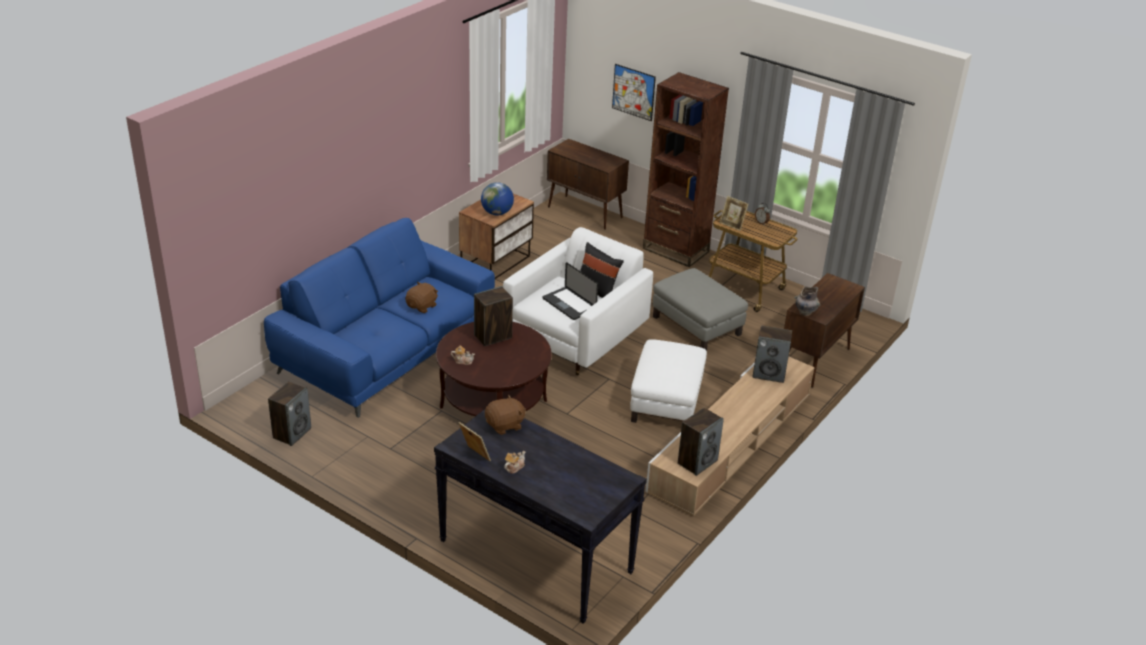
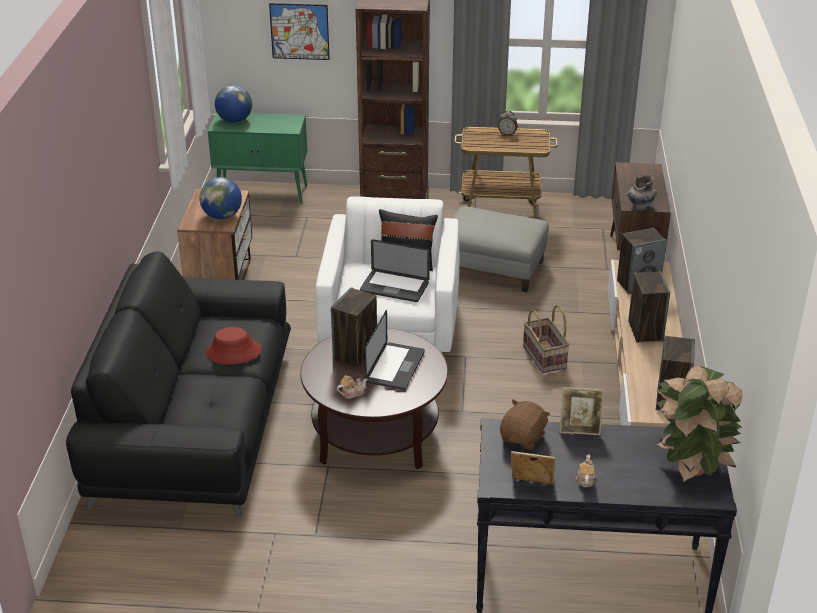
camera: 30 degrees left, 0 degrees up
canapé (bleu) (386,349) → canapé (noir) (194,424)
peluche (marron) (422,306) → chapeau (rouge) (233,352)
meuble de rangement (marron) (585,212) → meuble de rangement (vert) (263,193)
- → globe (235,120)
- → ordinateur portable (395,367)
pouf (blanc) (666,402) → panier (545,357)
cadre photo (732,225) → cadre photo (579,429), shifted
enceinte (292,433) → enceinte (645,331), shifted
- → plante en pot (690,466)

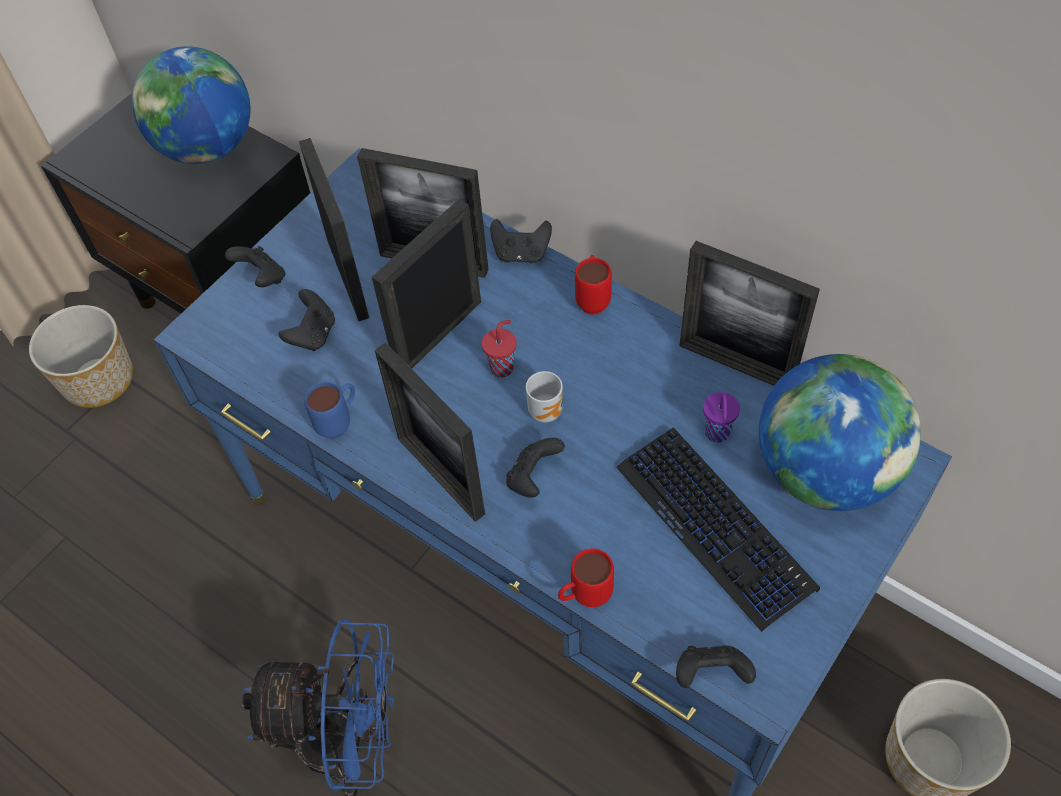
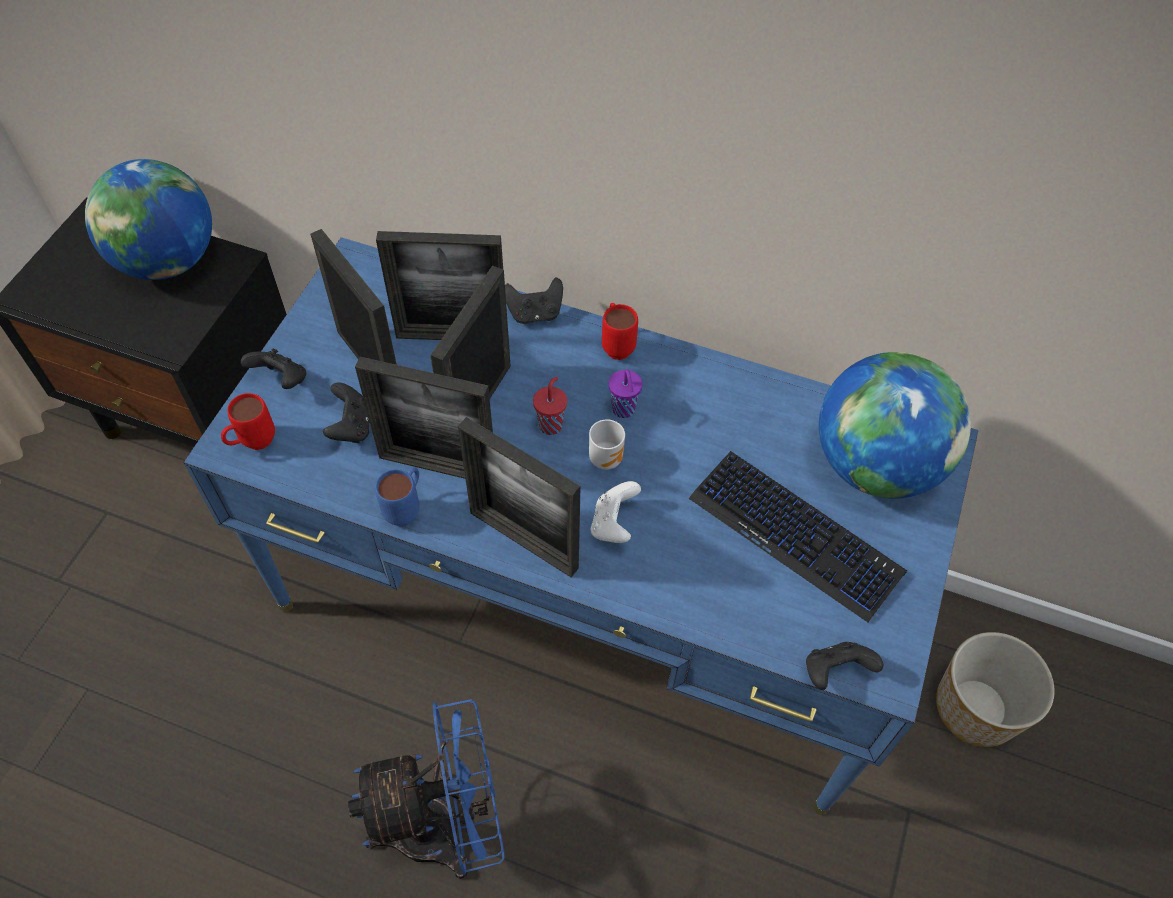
camera: 20 degrees left, 0 degrees up
mug (rouge) (584,597) → mug (rouge) (252,443), shifted
cadre photo (736,364) → cadre photo (438,466), shifted
manette (noir) (533,478) → manette (blanc) (613,524)
tasse (violet) (717,434) → tasse (violet) (624,410), shifted
cache-pot (97,379) → -

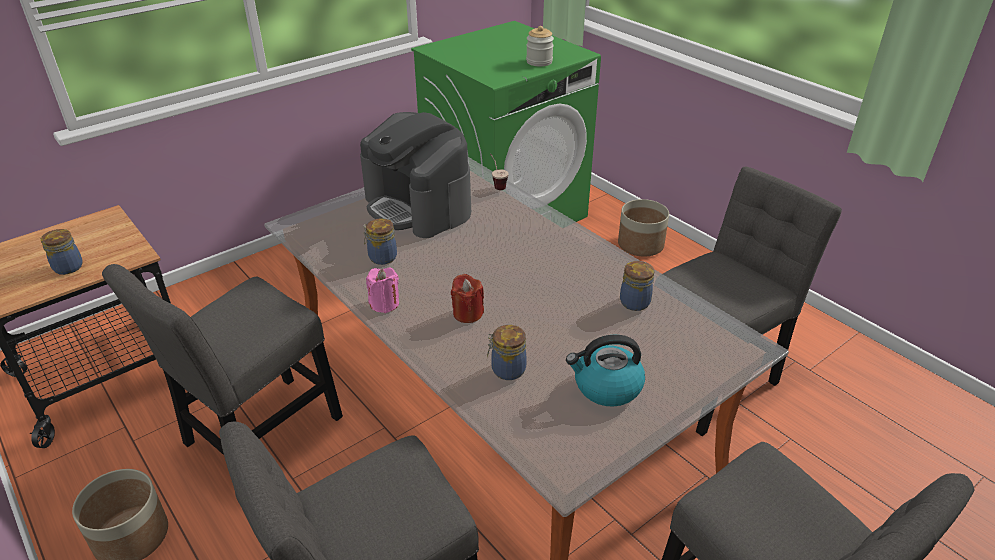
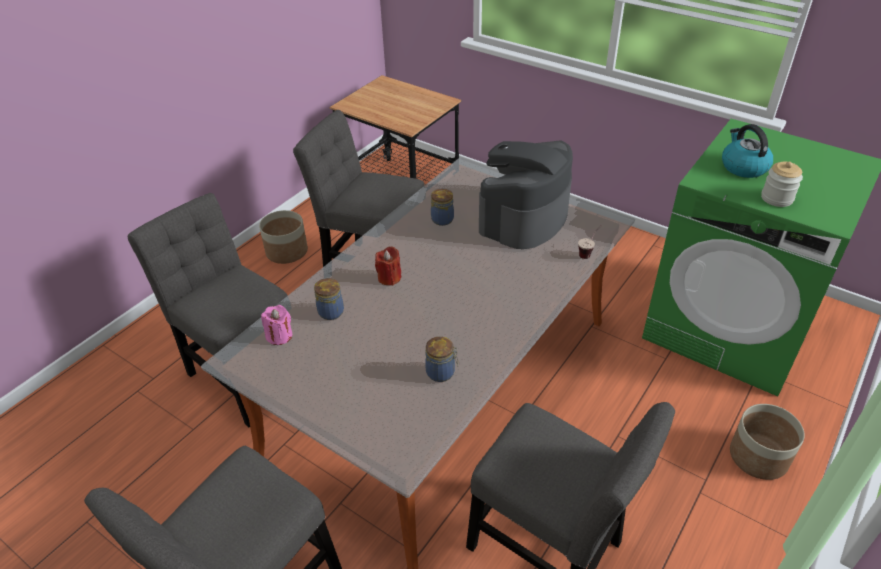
camera: 75 degrees right, 5 degrees up
bougie (rose) (384,304) → bougie (rose) (279,336), shifted
bouilloire (606,387) → bouilloire (743,167), shifted
bocal (67,267) → -

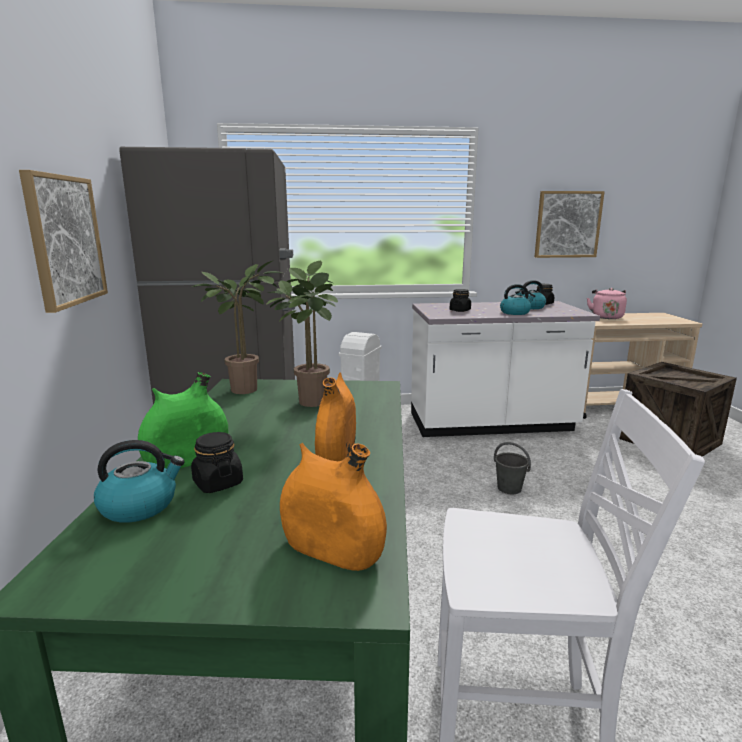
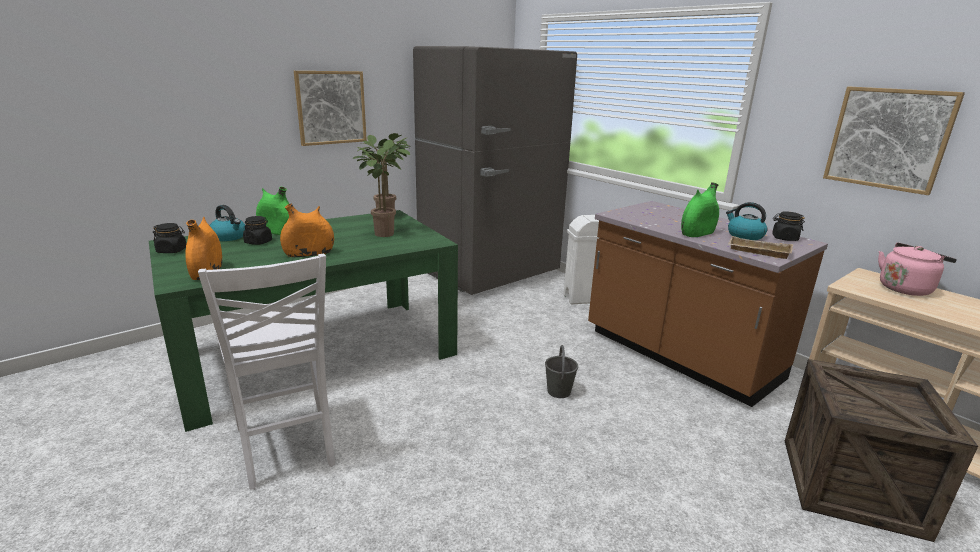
camera: 55 degrees right, 5 degrees up
bocal (noir) (460,310) → bocal (noir) (172,250), shifted
comptoir de cuisine (blanc) (491,424) → comptoir de cuisine (marron) (679,356)
bouilloire (515,312) → vase (vert) (697,233)
- → plateau (beige) (757,251)

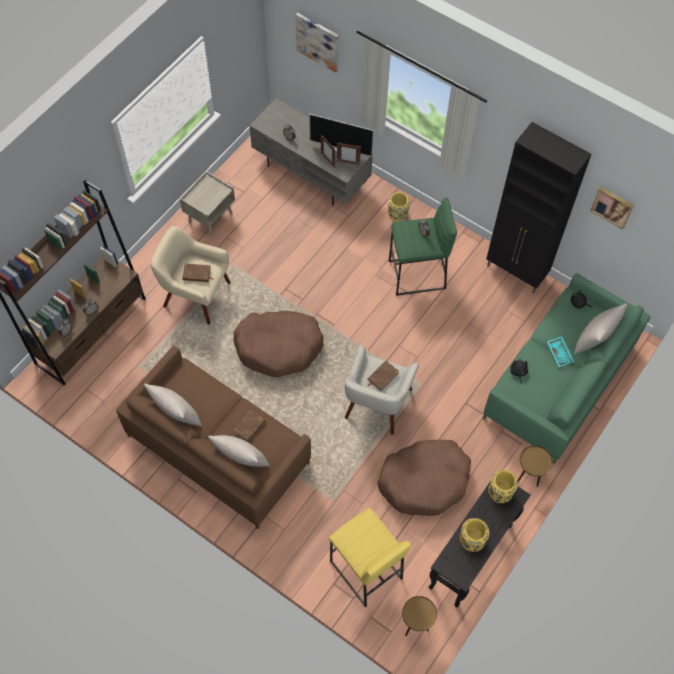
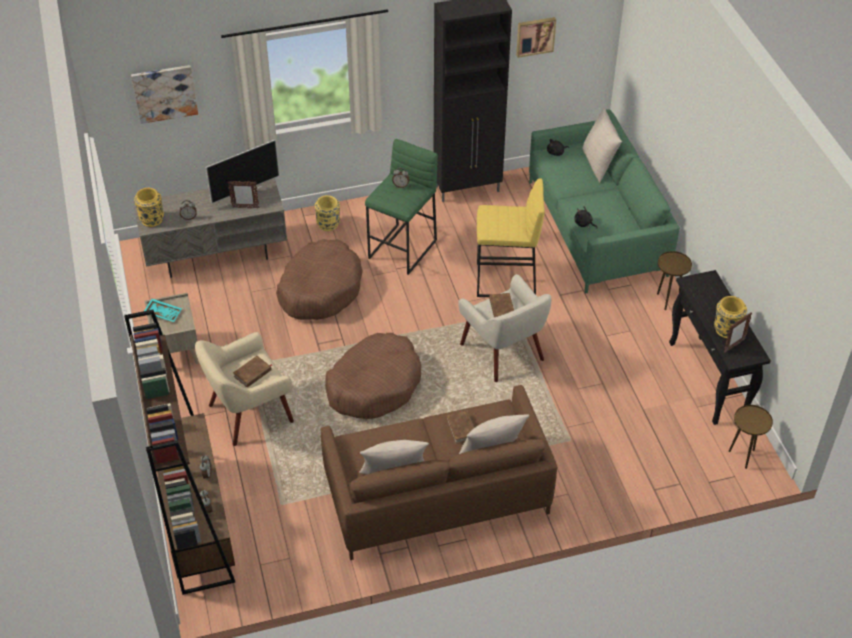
camera: 50 degrees left, 15 degrees down
vase (jaune) (500,492) → vase (jaune) (152,219), shifted
plateau (turquoise) (560,353) → plateau (turquoise) (163,313), shifted
panier pour chien (marron) (424,481) → panier pour chien (marron) (320,289), shifted
tabouret (jaune) (365,570) → tabouret (jaune) (505,281), shifted
cadre photo (348,163) → cadre photo (734,346), shifted

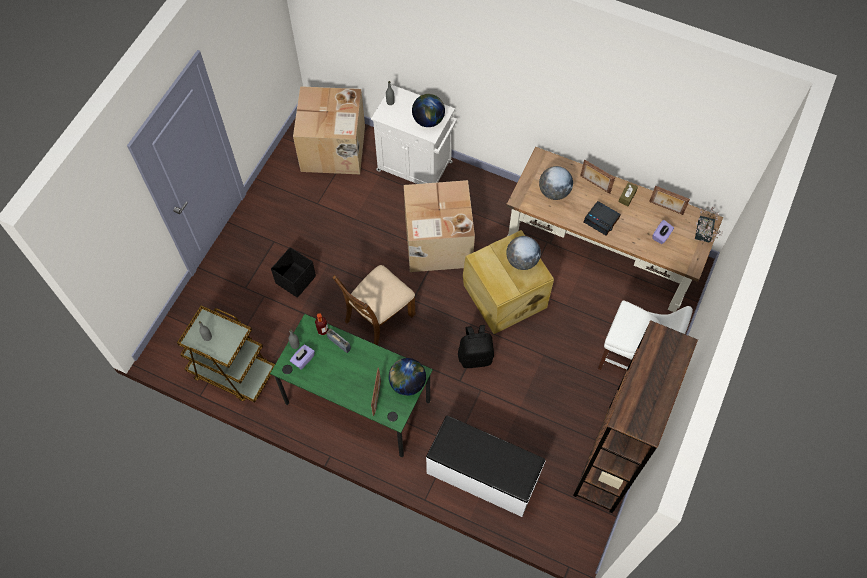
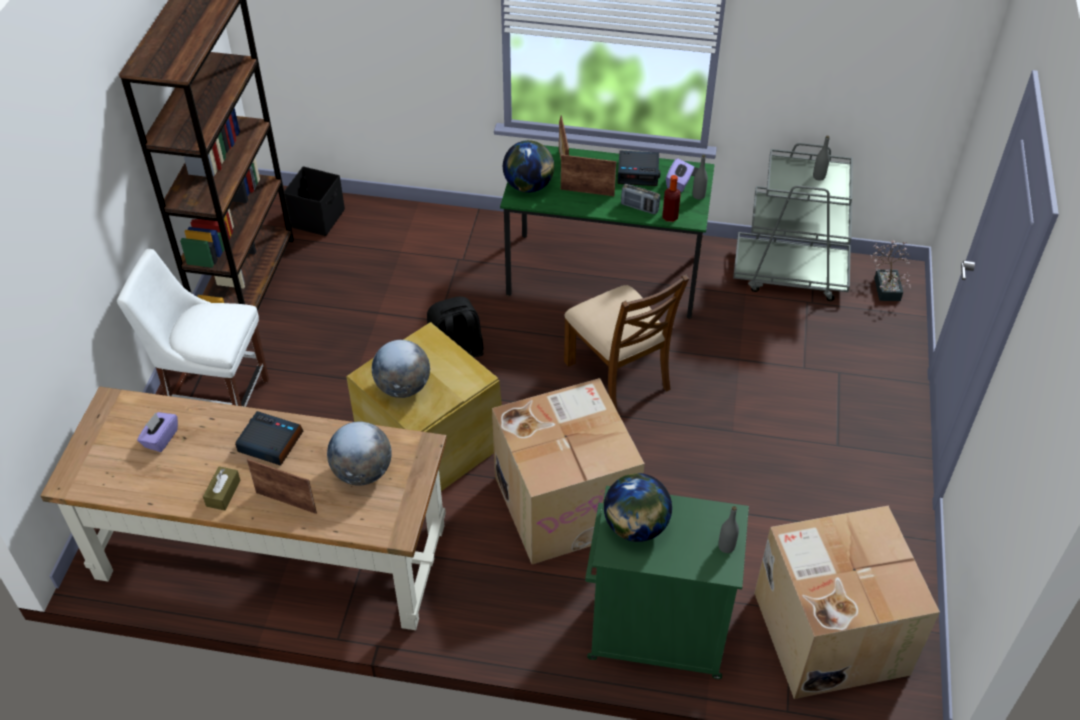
camera: 165 degrees right, 15 degrees down
boîte de rangement (noir) (295,280) → boîte de rangement (noir) (318,218), shifted
cadre photo (665,208) → cadre photo (587,191), shifted
chaise (marron) (378,318) → chaise (marron) (618,375), 120 degrees clockwise
meuble de rangement (blanc) (416,167) → meuble de rangement (vert) (654,632)
- → réveil (638,172)
chariot (marron) (232,371) → chariot (gris) (790,273)
plante en pot (703,233) → plante en pot (887,286), shifted
banc (blanc) (482,475) → -

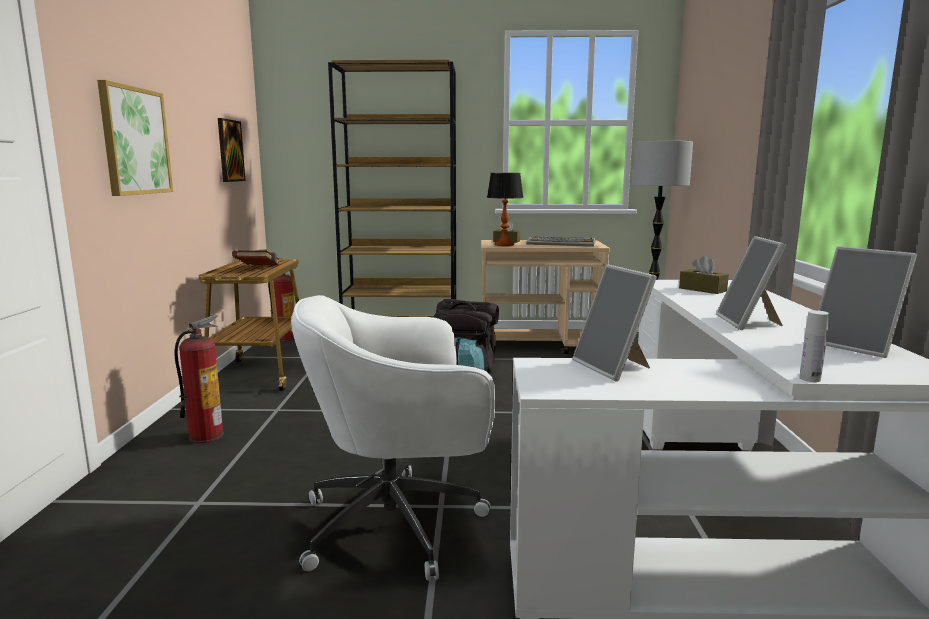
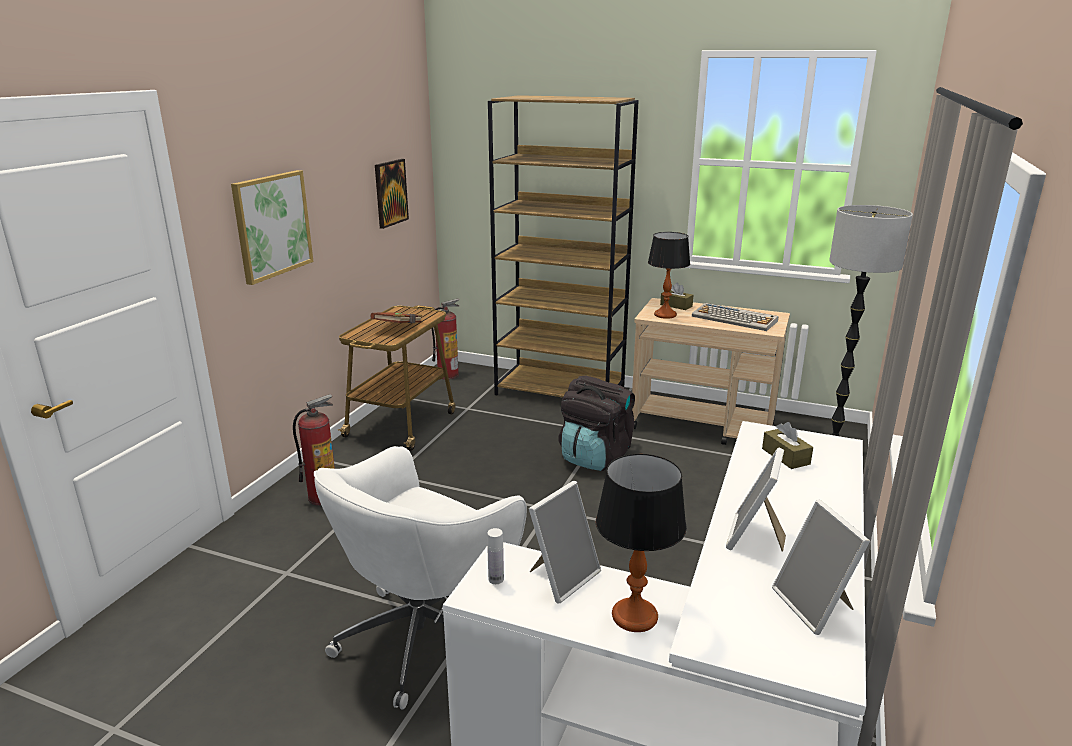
camera: 20 degrees right, 10 degrees up
chaise de bureau (blanc) (398,524) → chaise de bureau (blanc) (424,635), 60 degrees counterclockwise
bouteille (blanc) (810,379) → bouteille (blanc) (496,579), shifted
cadre photo (614,368) → cadre photo (562,577), 135 degrees counterclockwise
- → lampe de table (634,616)

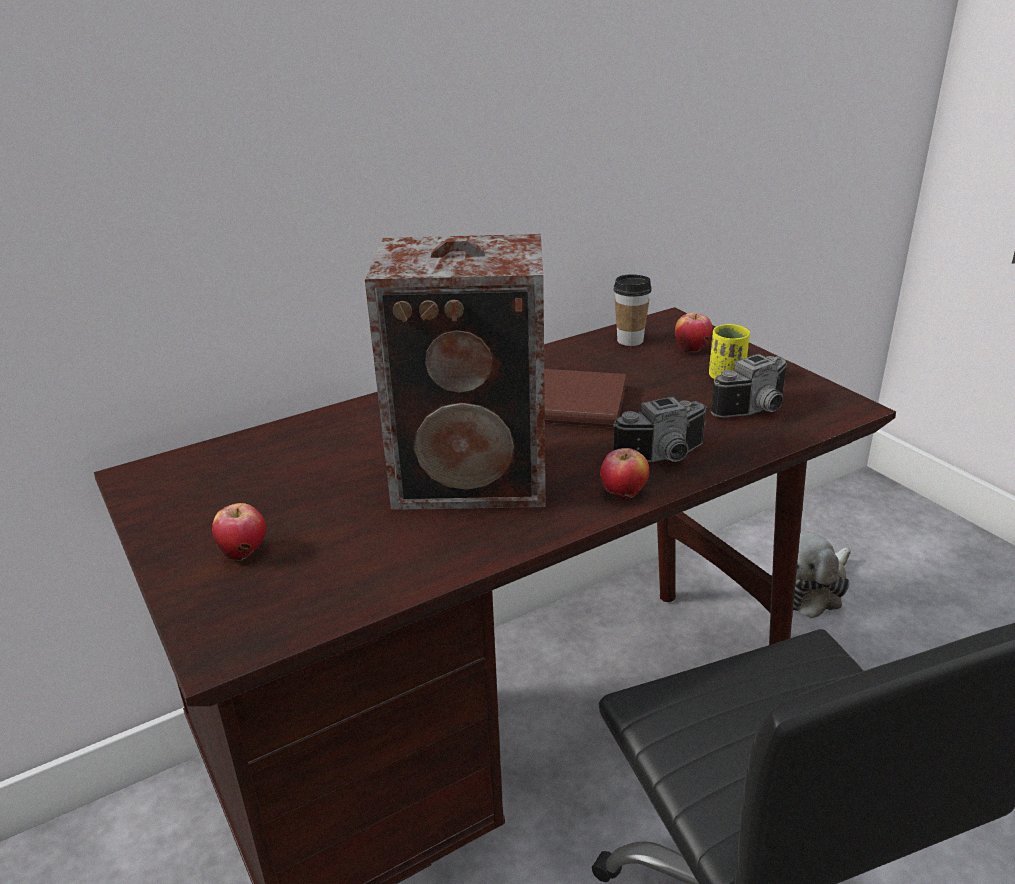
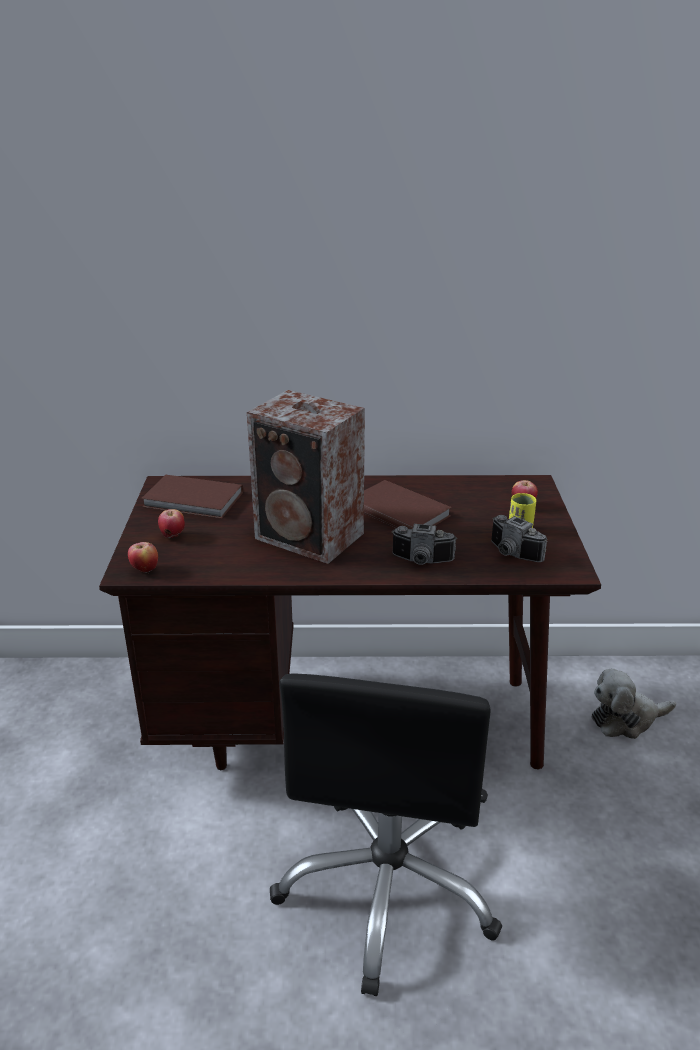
camera: 30 degrees right, 0 degrees up
pomme (623,495) → pomme (145,570), shifted
- → livre (marron) (193,500)
appareil photo (757,410) → appareil photo (511,554), 45 degrees clockwise
tasse (630,340) → -

